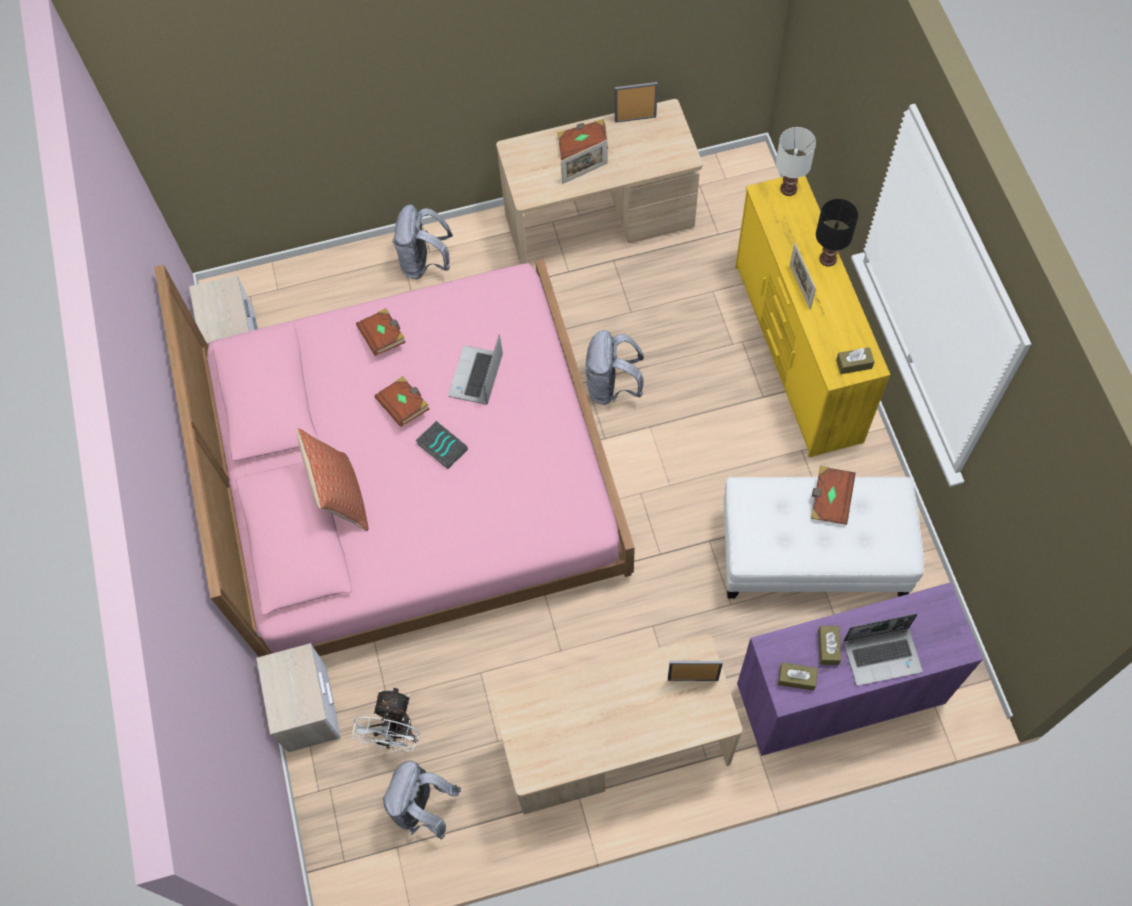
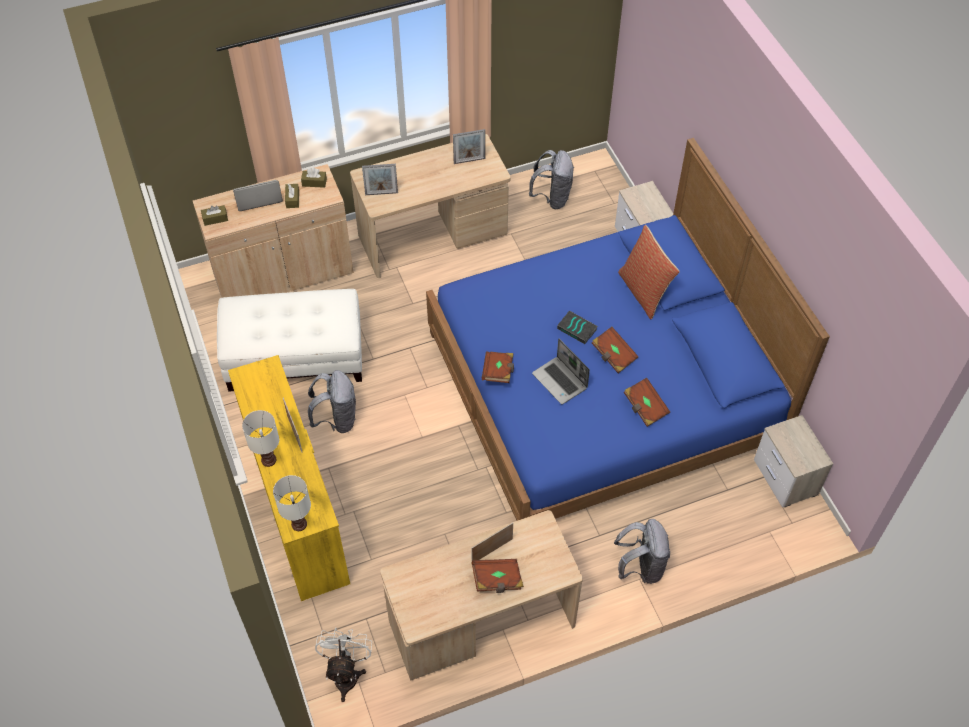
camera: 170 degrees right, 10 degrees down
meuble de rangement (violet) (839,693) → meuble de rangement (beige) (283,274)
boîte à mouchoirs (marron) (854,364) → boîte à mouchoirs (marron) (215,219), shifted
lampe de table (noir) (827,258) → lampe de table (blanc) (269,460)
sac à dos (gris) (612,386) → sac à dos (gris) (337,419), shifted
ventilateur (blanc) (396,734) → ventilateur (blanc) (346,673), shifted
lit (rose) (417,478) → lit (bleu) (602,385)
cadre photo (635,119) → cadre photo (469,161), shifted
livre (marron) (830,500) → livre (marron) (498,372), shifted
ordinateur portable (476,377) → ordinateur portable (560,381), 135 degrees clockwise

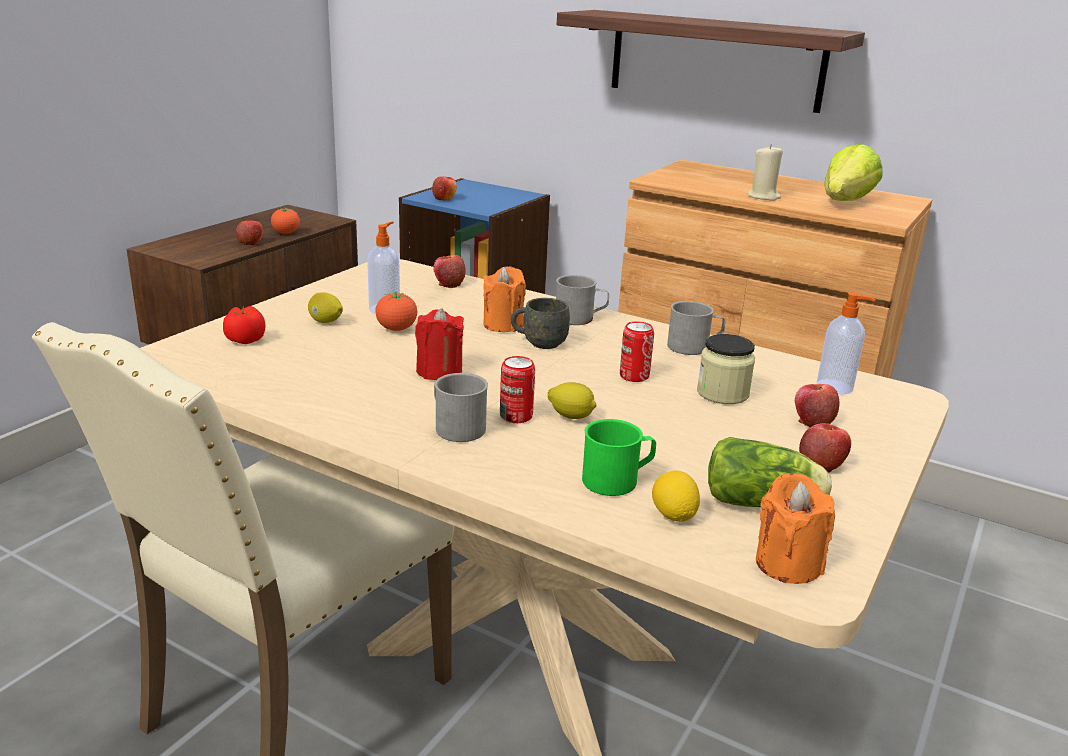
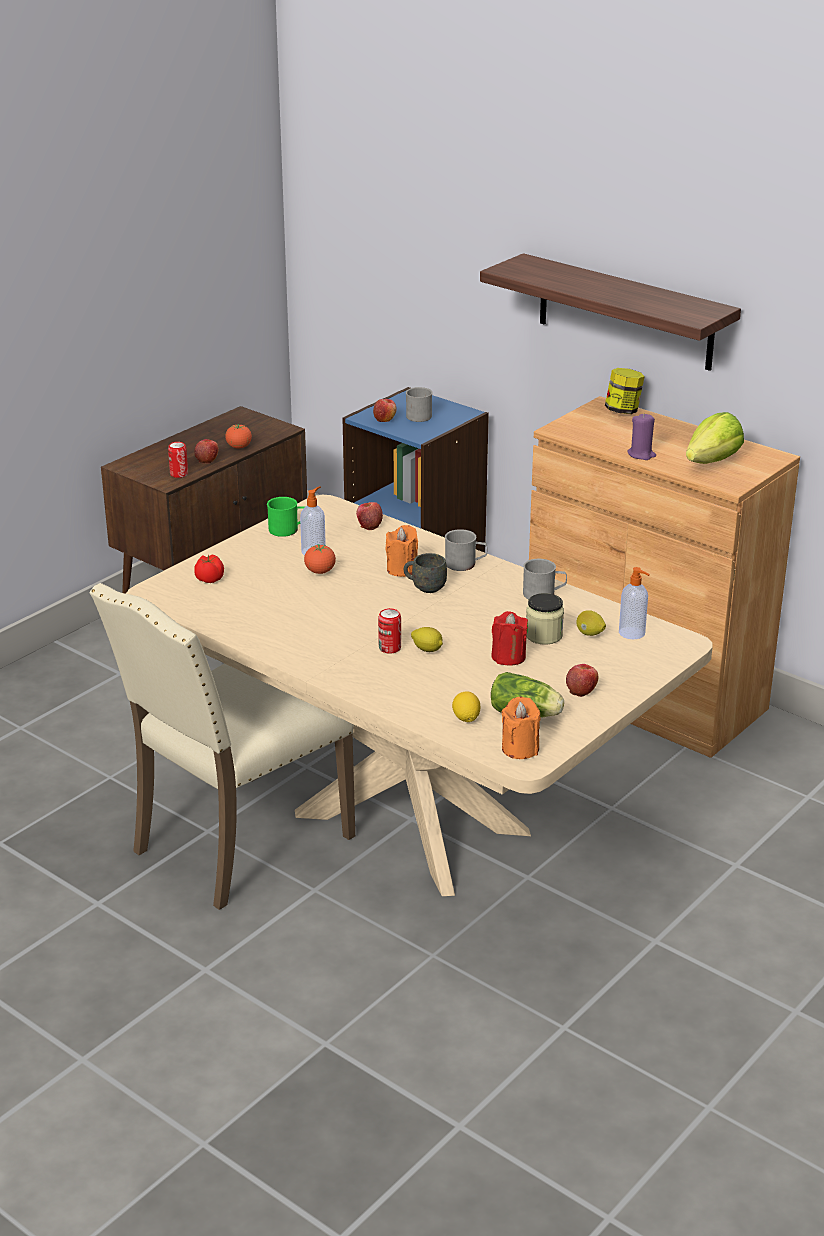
camera: 10 degrees right, 5 degrees up
boîte métallique (634,376) → boîte métallique (179,474), shifted
mug (vert) (617,480) → mug (vert) (288,529), shifted
mug (gris) (455,426) → mug (gris) (416,415), shifted
bougie (rouge) (439,371) → bougie (rouge) (508,657), shifted
citron (326,322) → citron (589,634), shifted
- → bocal (623,411)
bougie (beige) (763,197) → bougie (violet) (641,455)
pomme (813,421) → -

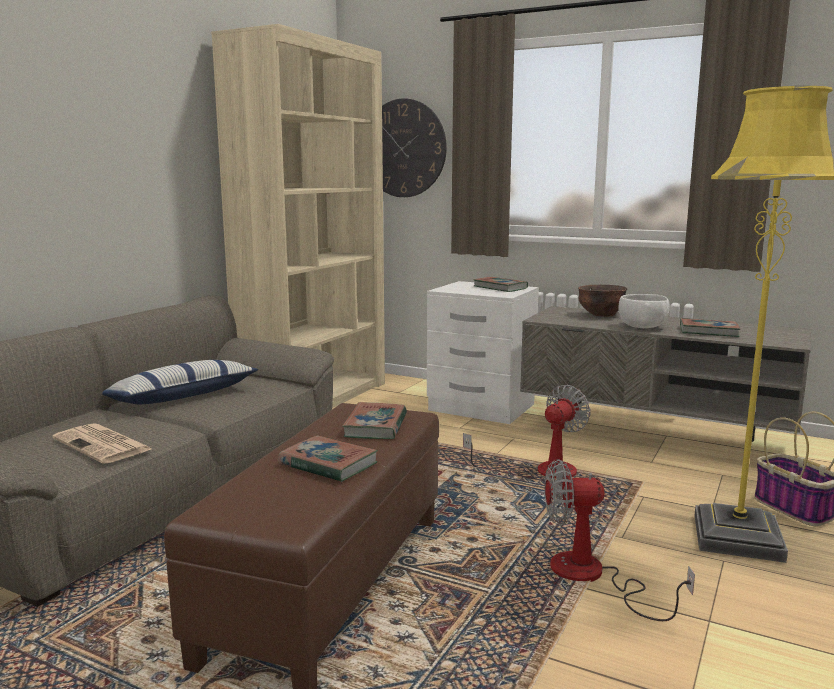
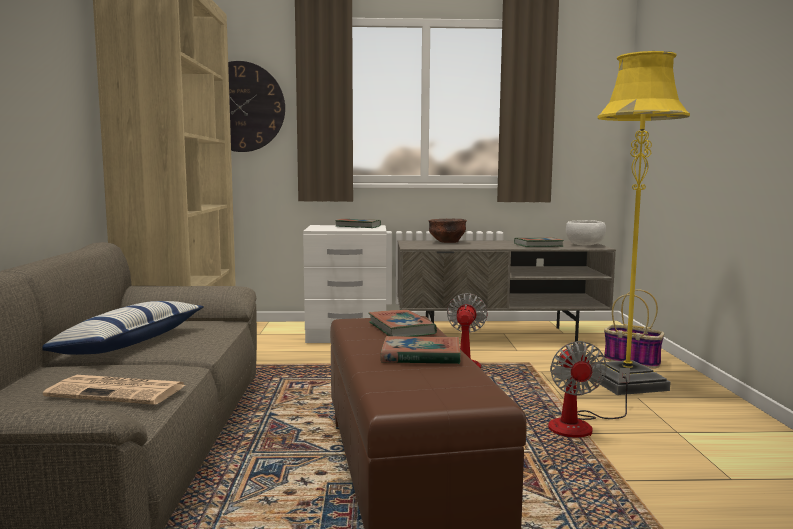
camera: 30 degrees left, 5 degrees down
ventilateur (592,577) → ventilateur (580,426), 60 degrees counterclockwise
bol (blanc) (642,327) → bol (blanc) (585,245), shifted

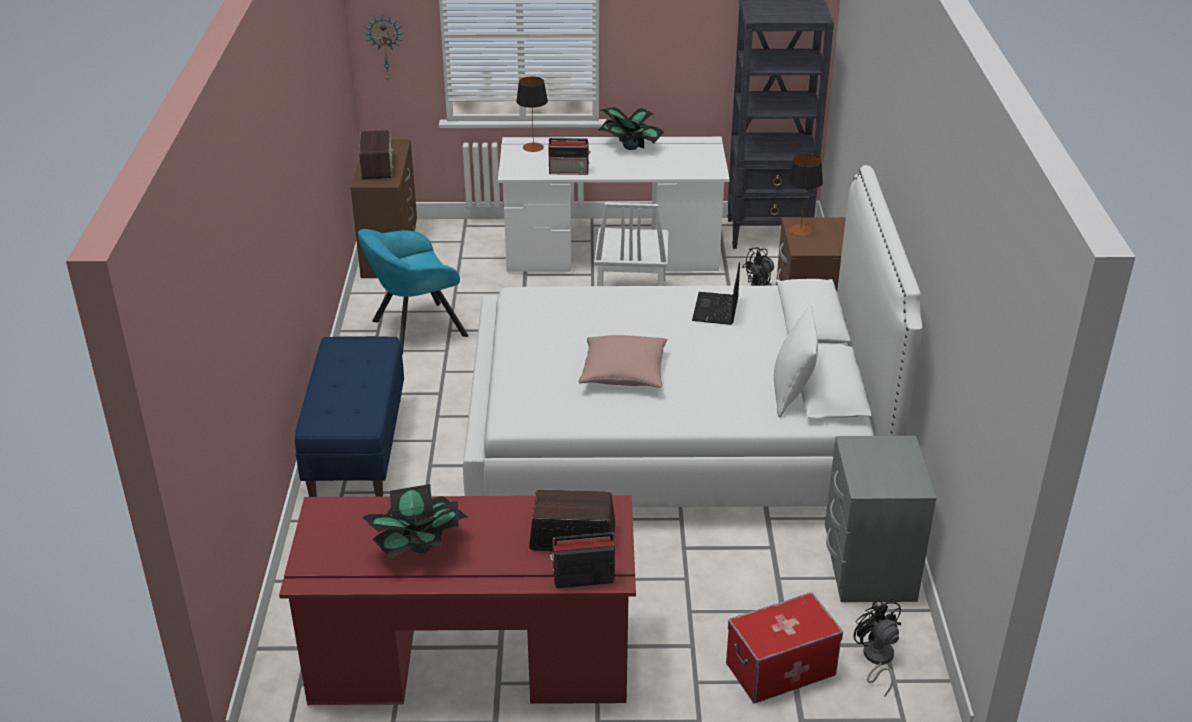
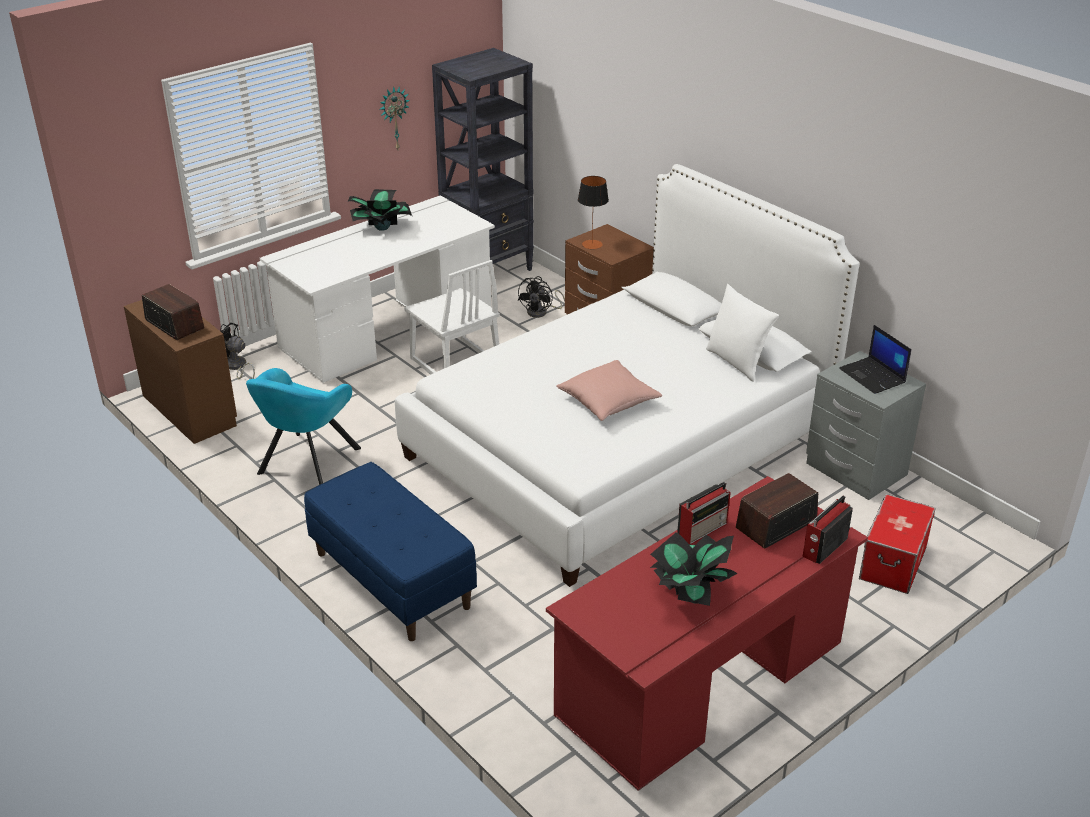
camera: 40 degrees left, 0 degrees up
ventilateur (noir) (876,659) → ventilateur (noir) (236,367), shifted
horloge murale (385,47) → horloge murale (394,118), shifted
radio (569,171) → radio (703,529), shifted
ordinateur portable (716,309) → ordinateur portable (873,376), shifted
lampe de table (533,147) → -

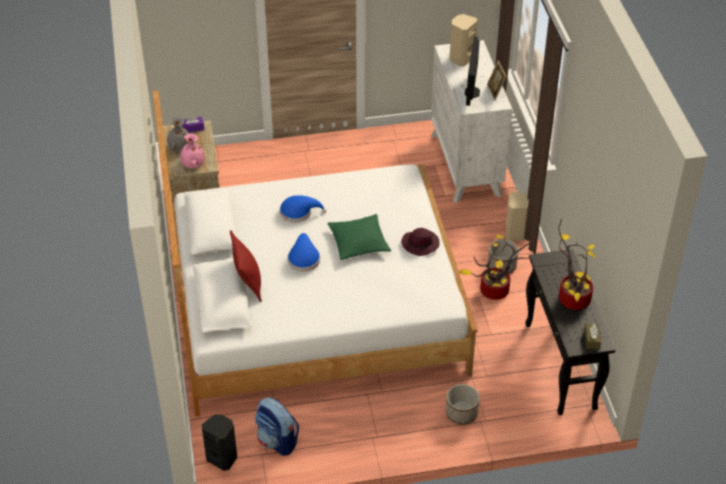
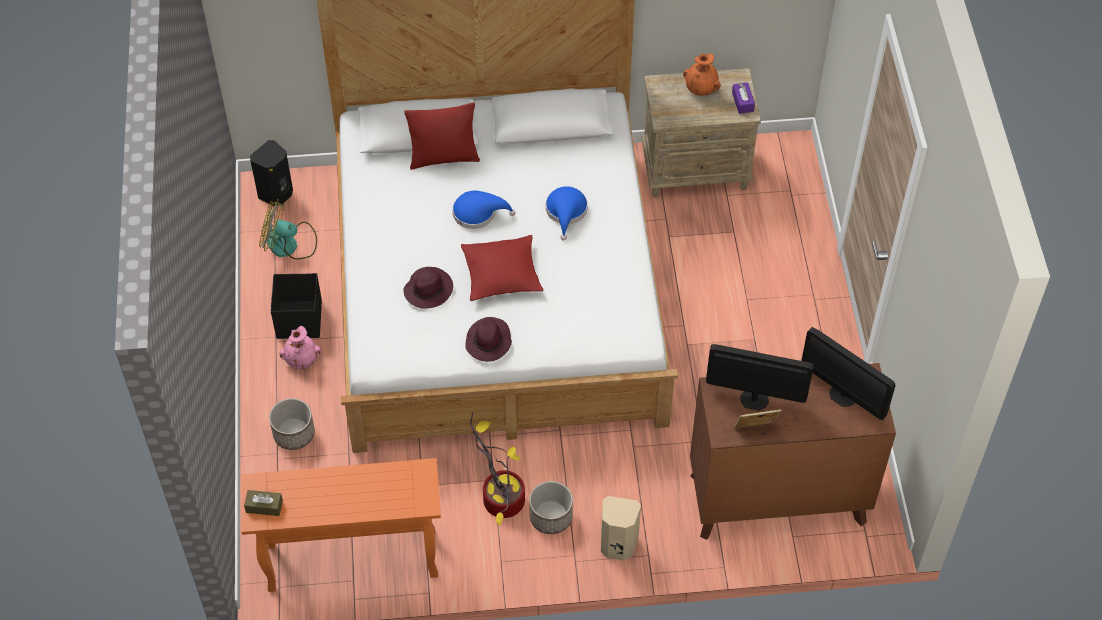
camera: 95 degrees right, 10 degrees up
table console (noir) (560,366) → table console (orange) (351,561)
sac à dos (277,441) → ventilateur (289,244)
- → boîte de rangement (noir) (299,319)
vase (rose) (193,165) → vase (rose) (301,359), shifted
- → chapeau (violet) (428,289)
coussin (vert) (358,242) → coussin (rouge) (501,274)
vase (gris) (179,148) → vase (orange) (701,88)
commode (blanc) (466,164) → commode (marron) (777,499)
enceinte (beige) (461,58) → écran d'ordinateur (843,395)
plante en pot (571,298) → -

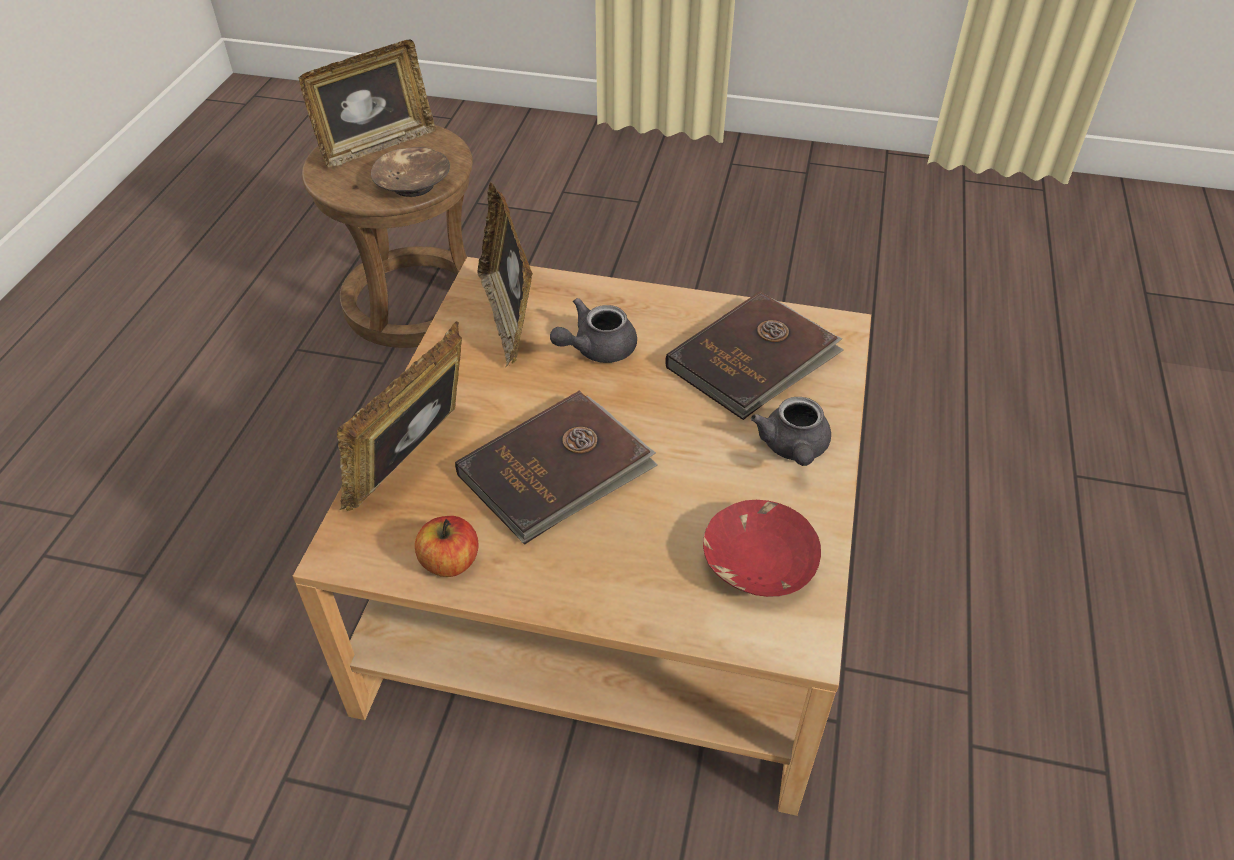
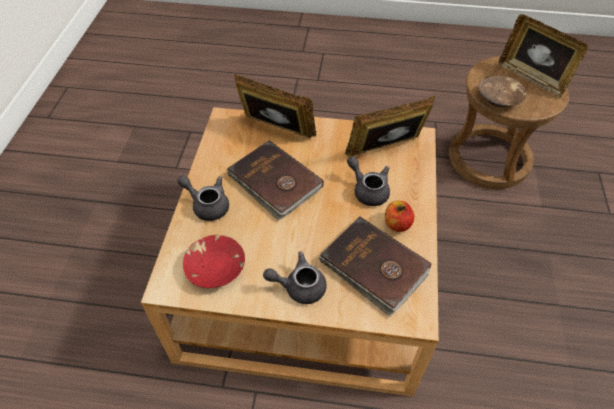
camera: 85 degrees right, 5 degrees up
- → théière (gris) (207,205)
pomme (450,562) → pomme (397,224), shifted

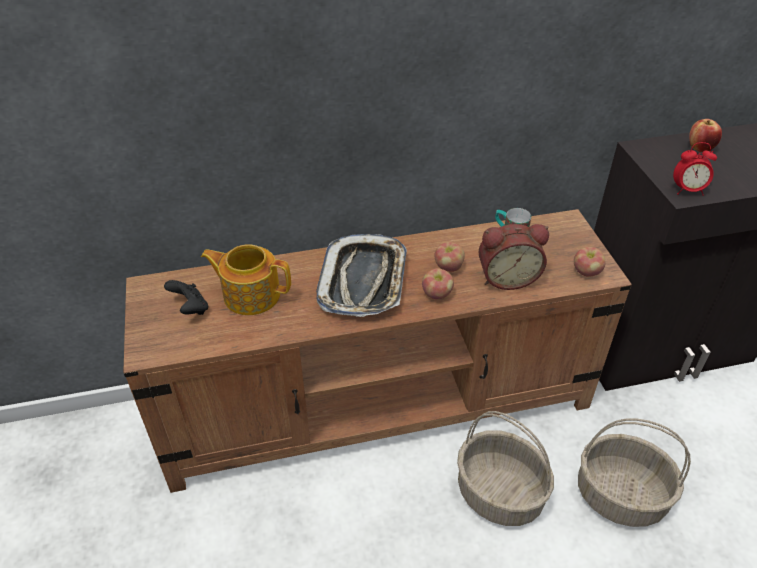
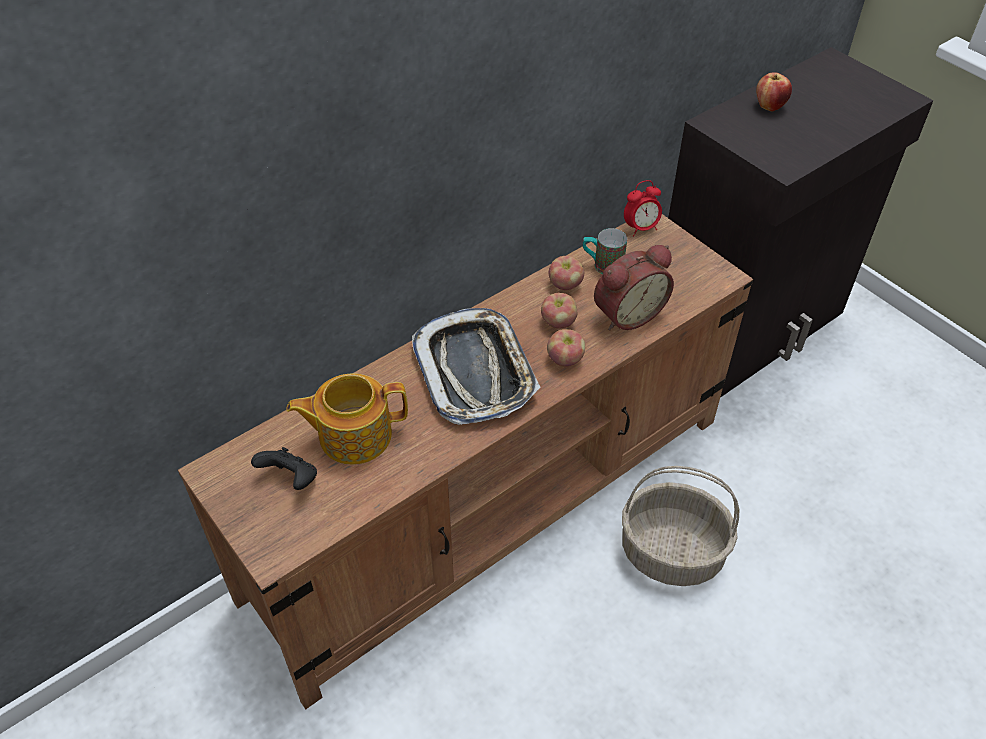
camera: 25 degrees left, 5 degrees up
pomme (586,272) → pomme (565,285), shifted
réveil (688,190) → réveil (641,228), shifted
panier (621,495) → -

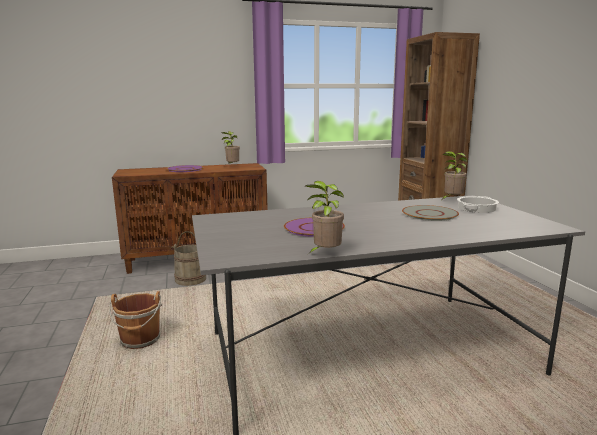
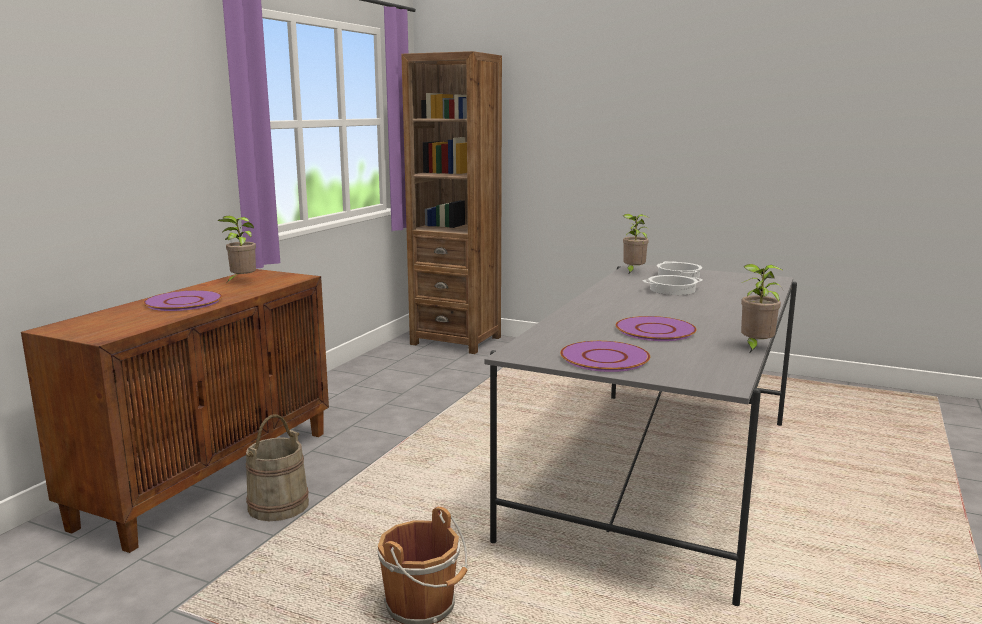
camera: 50 degrees left, 0 degrees up
- → assiette (violet) (604,358)
assiette (gris) (430,214) → marmite (672,290)

